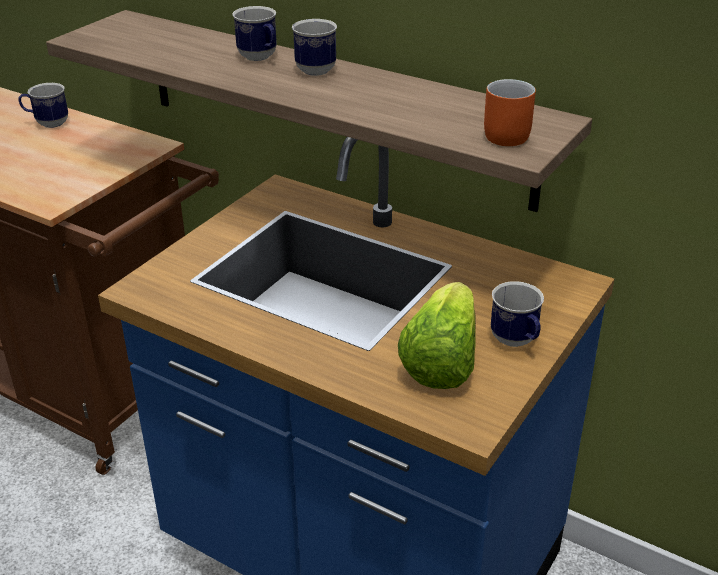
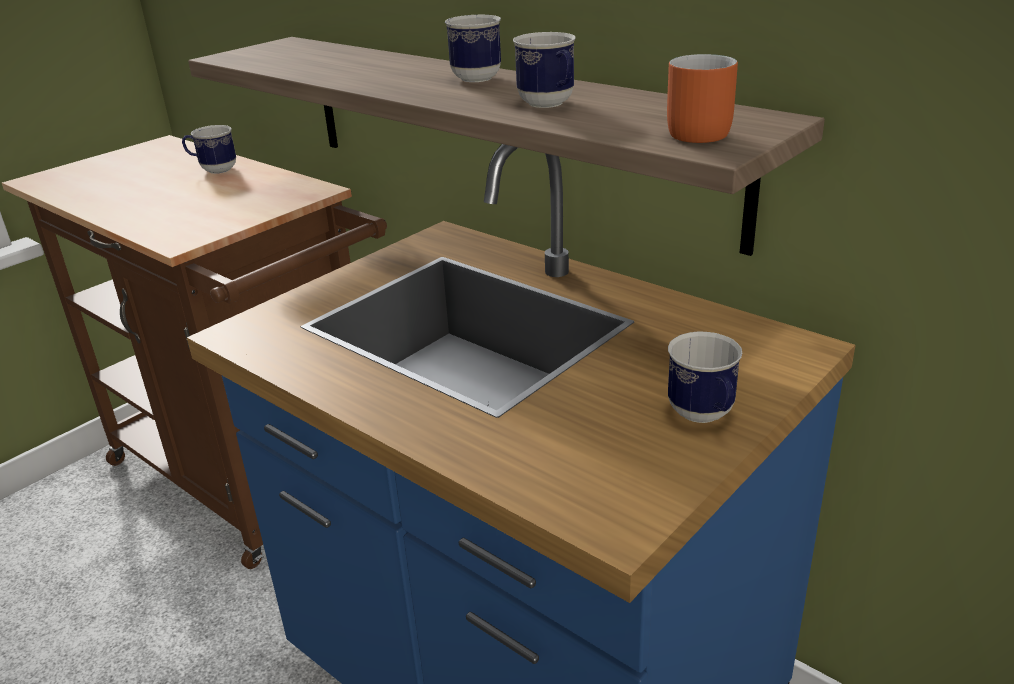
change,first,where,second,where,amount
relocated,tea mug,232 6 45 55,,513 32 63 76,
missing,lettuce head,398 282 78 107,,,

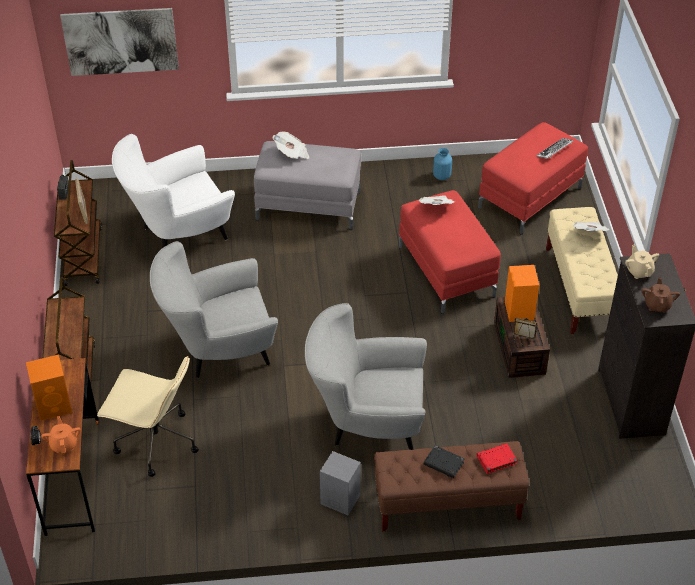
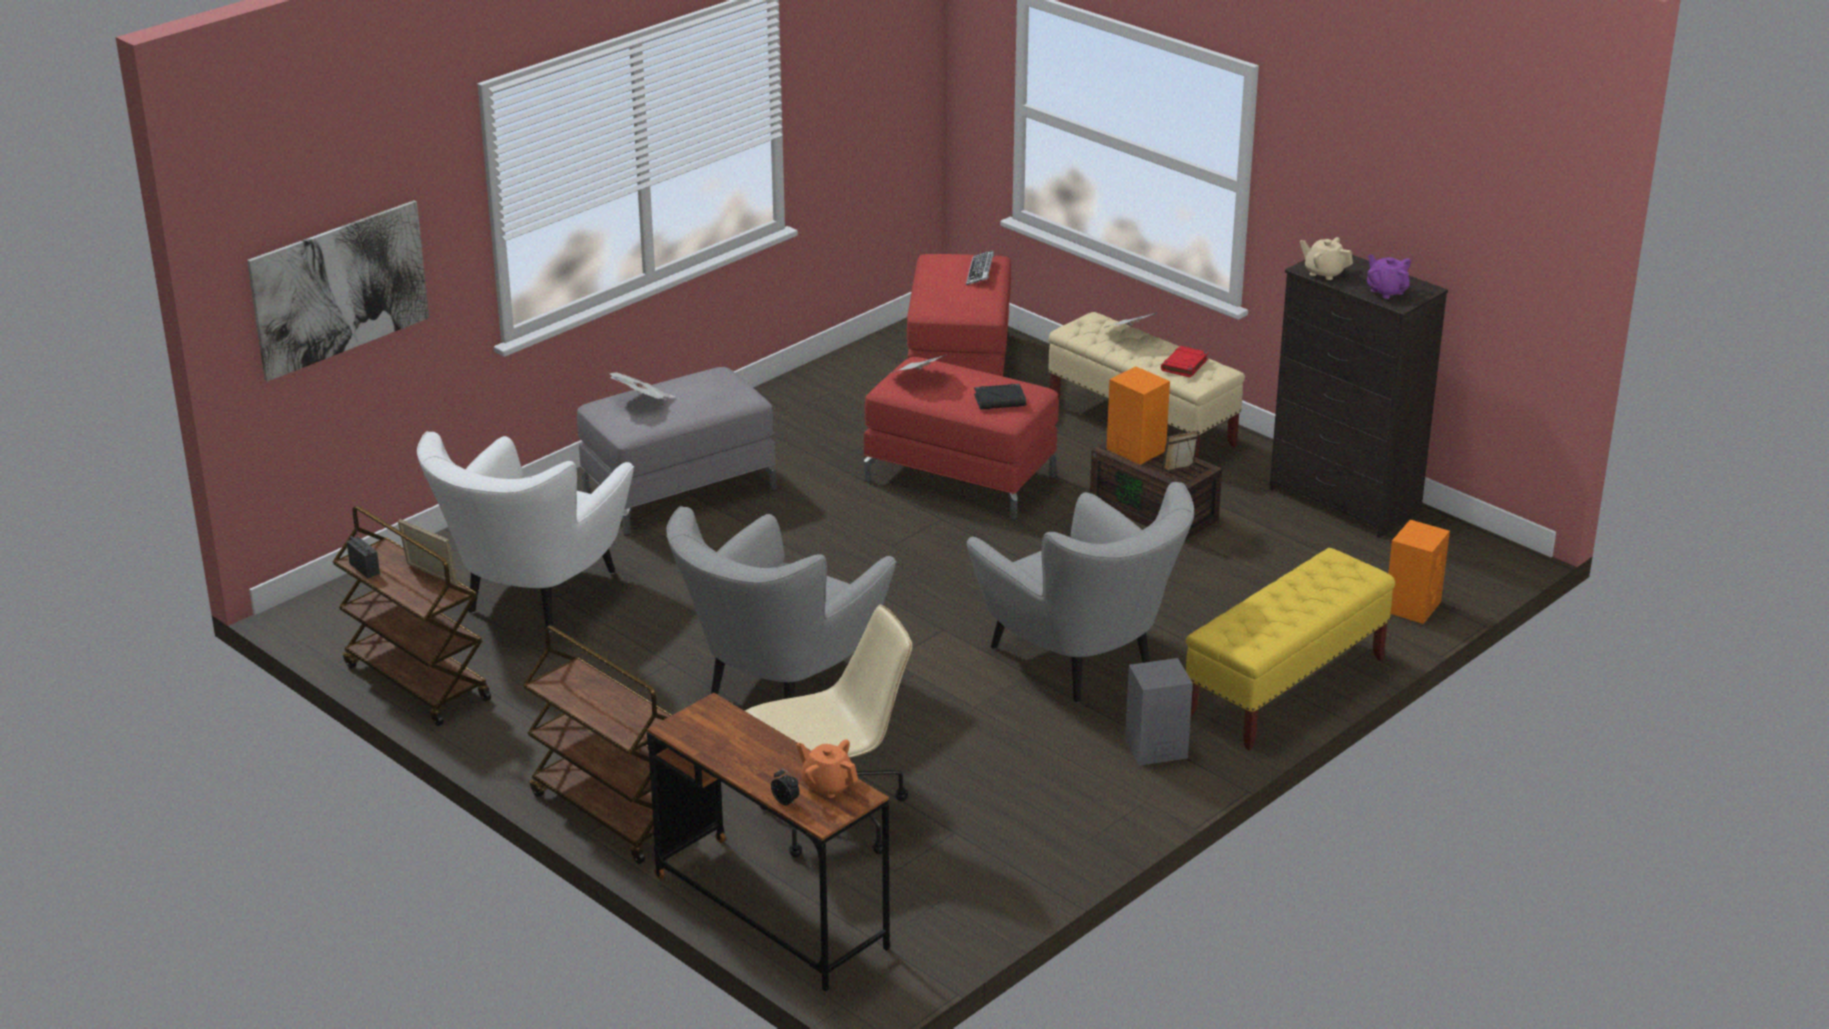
change,first,where,second,where,amount
relocated,speaker/orange,26 355 47 66,,1388 520 62 104,
spun,armchair/gray,305 303 122 147,,967 482 227 221,90 degrees counterclockwise
colour,indoor bench/brown-coloured,374 441 155 90,indoor bench/yellow,1186 548 209 203,
relocated,book/black-coloured,424 445 40 33,,974 384 52 25,
missing,decorative vase/blue-coloured,433 148 19 32,,,
relocated,book/red,477 443 40 31,,1161 346 47 32,
colour,pot for tea/brown-coloured,641 277 39 35,pot for tea/purplish,1367 255 44 44,

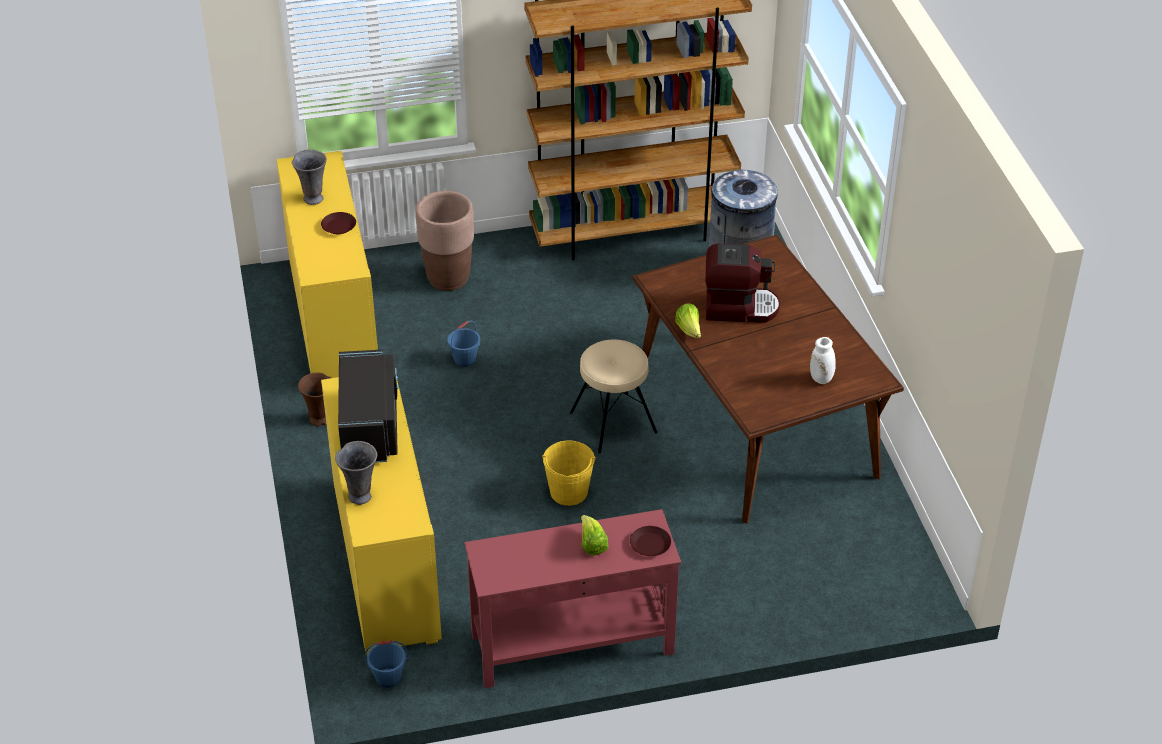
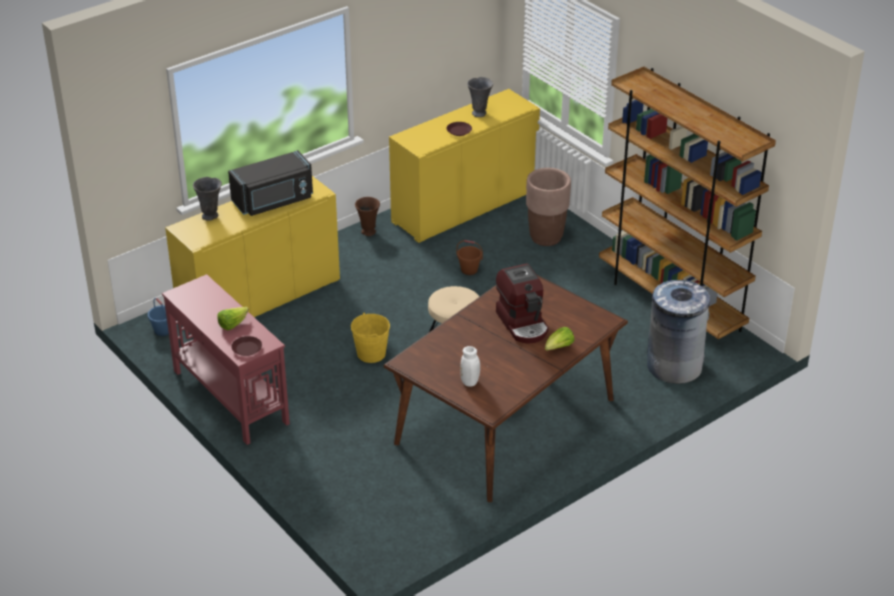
change,first,where,second,where,amount
colour,bucket/blue-coloured,447 320 33 47,bucket/brown-coloured,457 240 26 35,
relocated,lettuce head,675 304 26 34,,545 327 29 24,

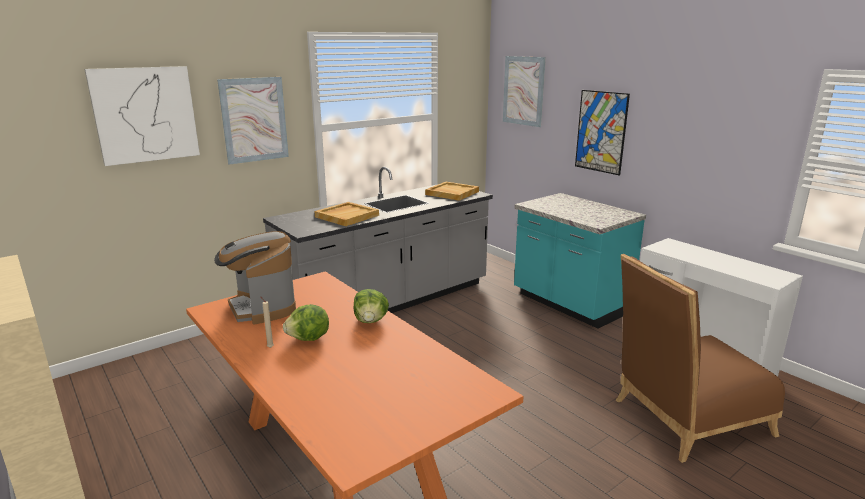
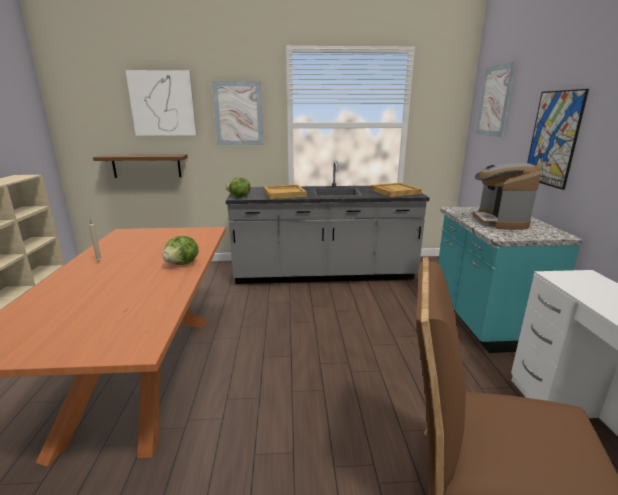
change,first,where,second,where,amount
relocated,coffee brewer,214 231 82 94,,472 163 69 67,
relocated,lettuce head,283 304 46 37,,226 178 24 19,
appeared,,,shelf/brown-coloured,93 154 95 24,

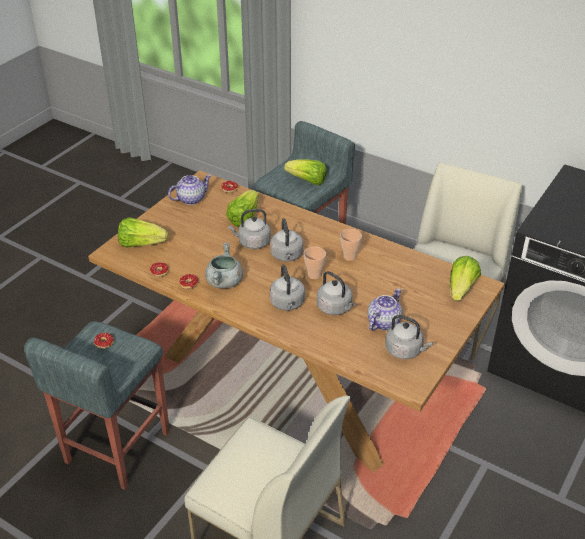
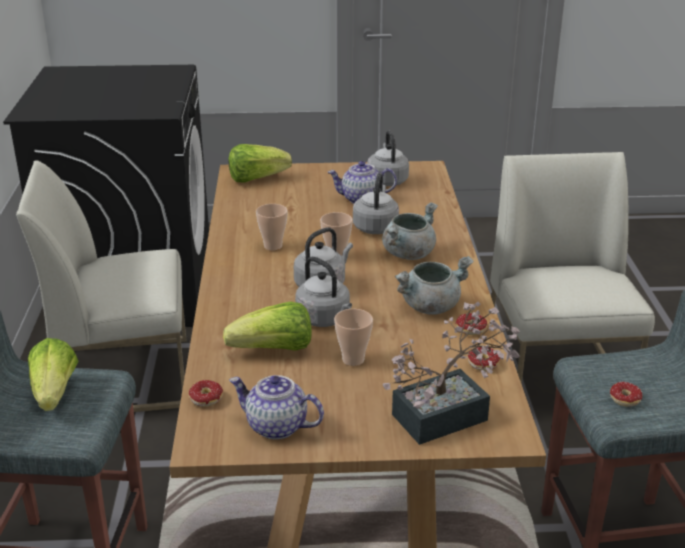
change,first,where,second,where,amount
exchanged,lettuce head,118 217 50 31,potted plant,383 302 137 143,
exchanged,kettle/gray,270 265 35 46,cooking pot/gray,382 202 56 58,
appeared,,,small cup,334 309 39 57,

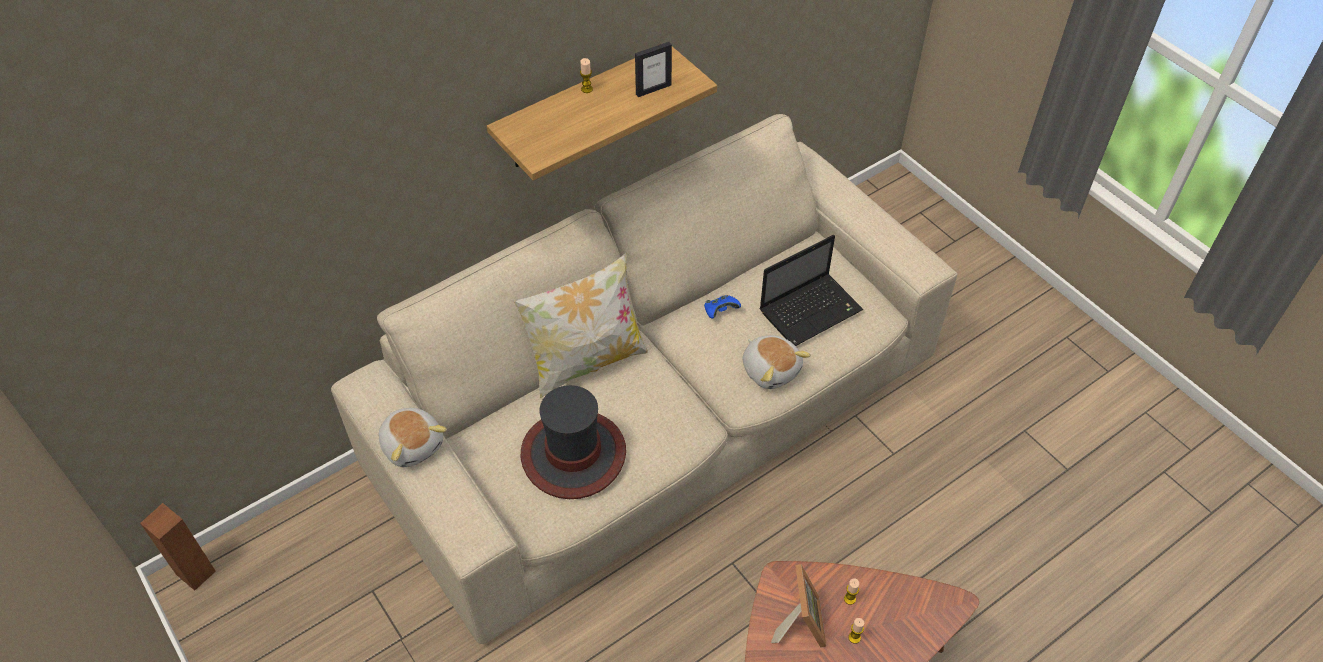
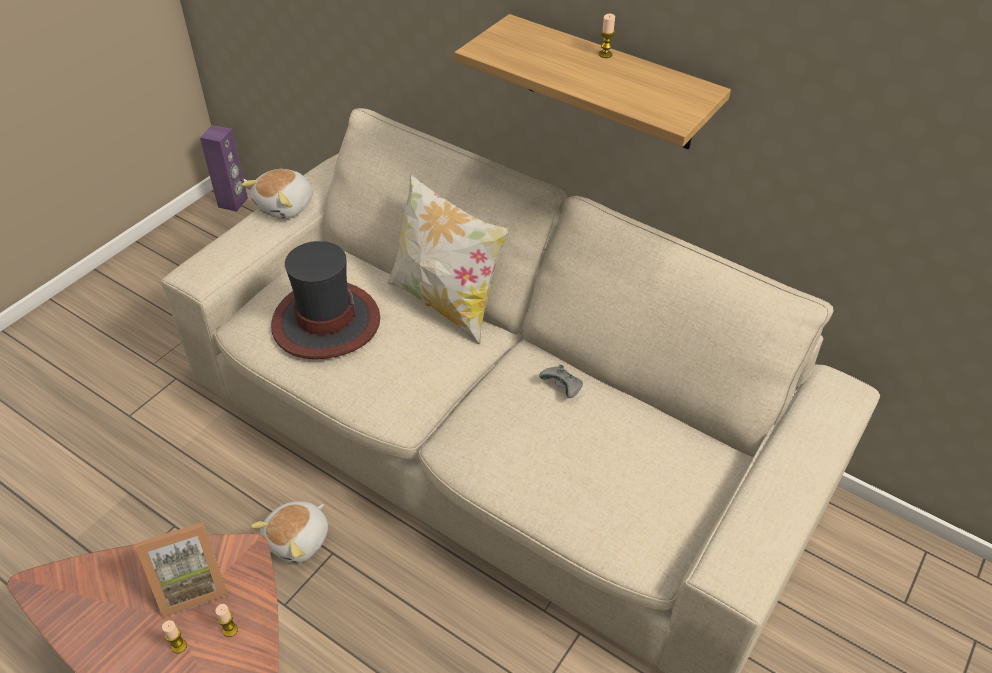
change,first,where,second,where,amount
colour,speaker/brown-coloured,140 503 76 88,speaker/purplish,200 125 48 87,
missing,photo frame,635 42 37 55,,,
colour,joypad/blue-coloured,704 295 37 24,joypad/gray,539 365 44 33,
relocated,soft toy,743 335 68 54,,250 501 78 62,
missing,laptop,760 235 103 111,,,

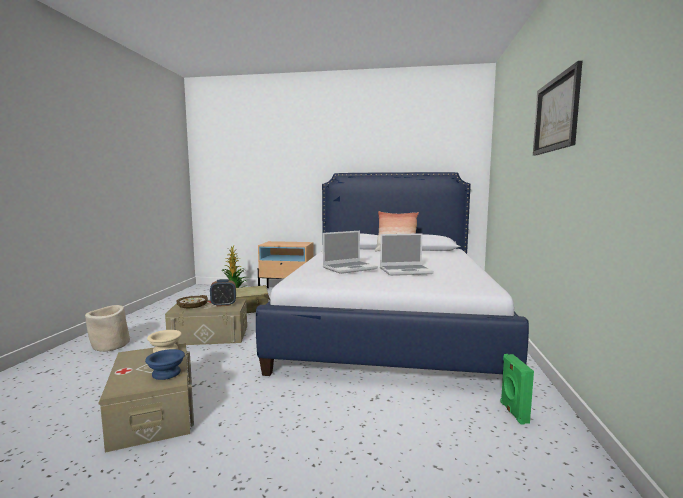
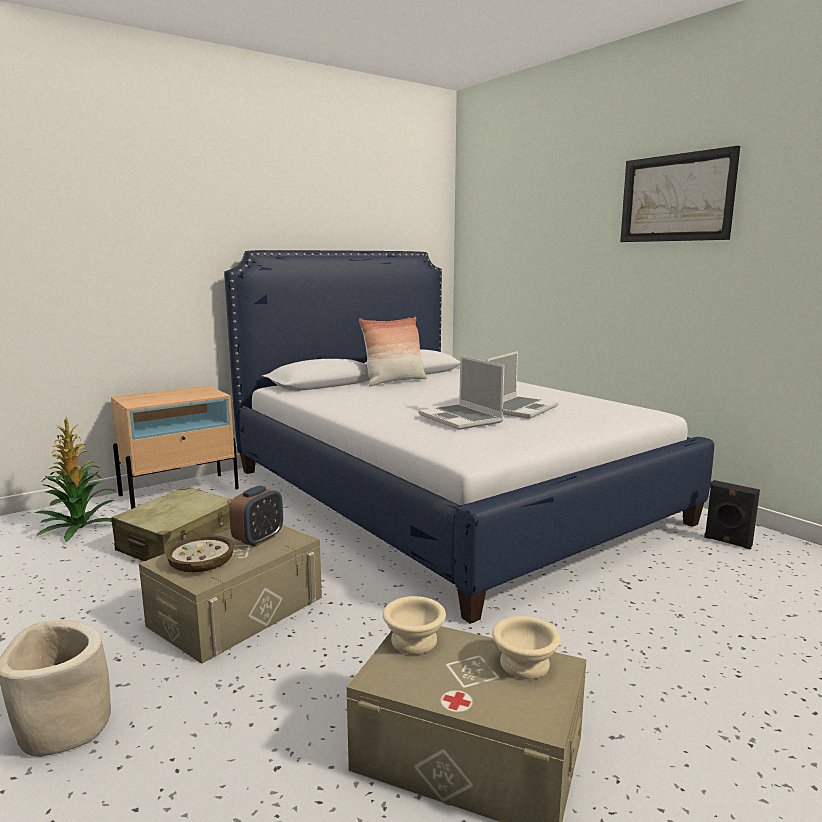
change,first,where,second,where,amount
colour,serving bowl/blue-coloured,145 349 40 31,serving bowl/sand-coloured,492 616 68 63,
spun,laptop,323 231 55 43,,418 356 86 74,135 degrees clockwise
colour,speaker/green,500 354 34 71,speaker/black-coloured,704 480 56 70,

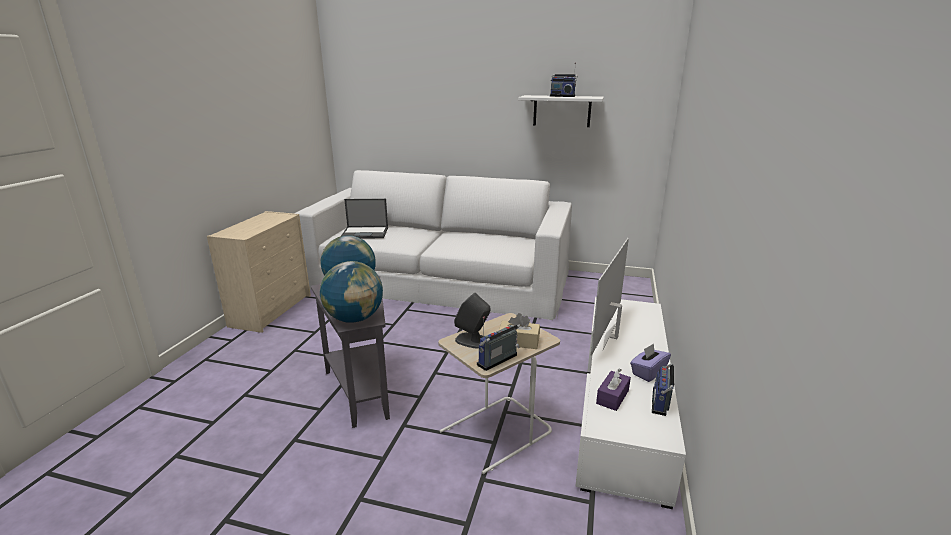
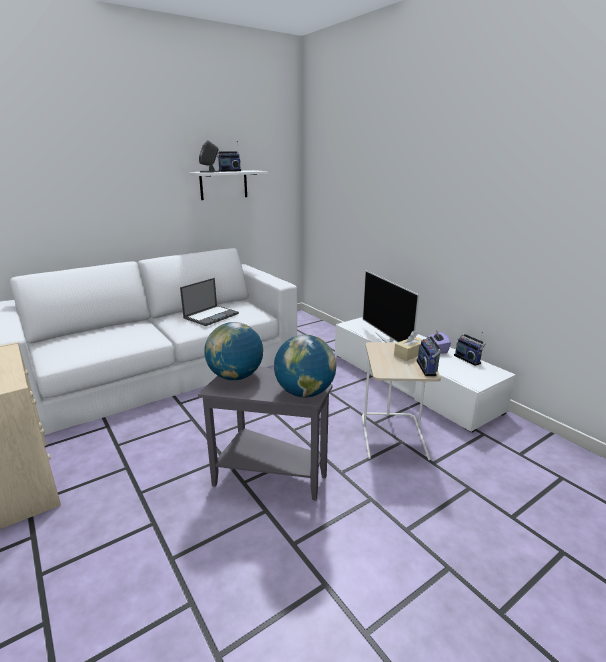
change,first,where,second,where,amount
relocated,laptop,341 199 47 40,,180 278 59 48,
relocated,speaker/gray,454 293 37 56,,199 140 20 33,
missing,tissue holder/purplish,596 368 35 43,,,

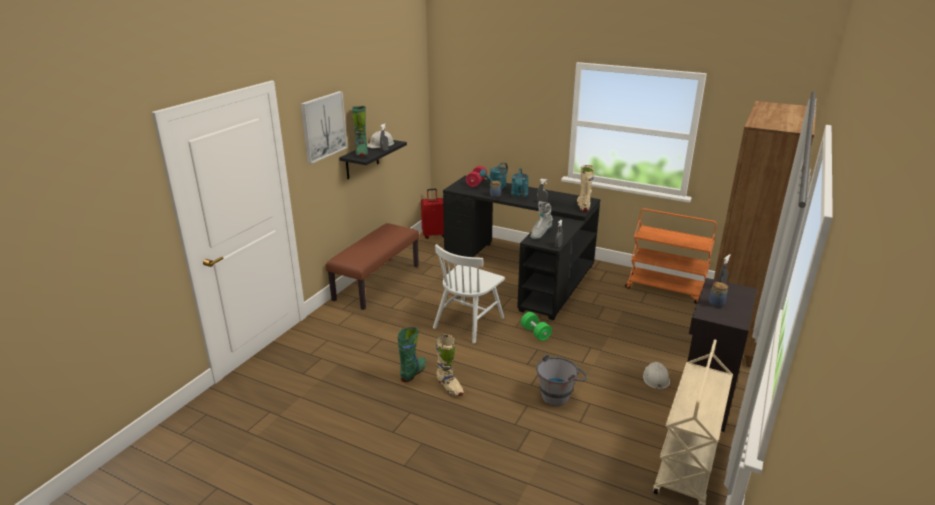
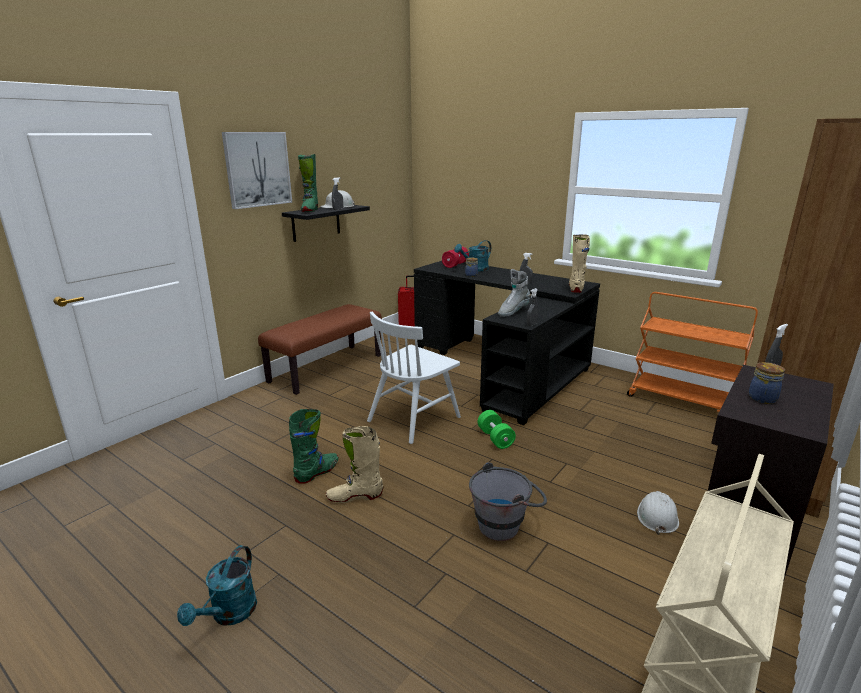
change,first,where,second,where,amount
spun,boot/sand-coloured,436 334 28 62,,326 426 57 77,105 degrees clockwise
relocated,watering can/blue-green,511 168 18 30,,177 545 80 81,

